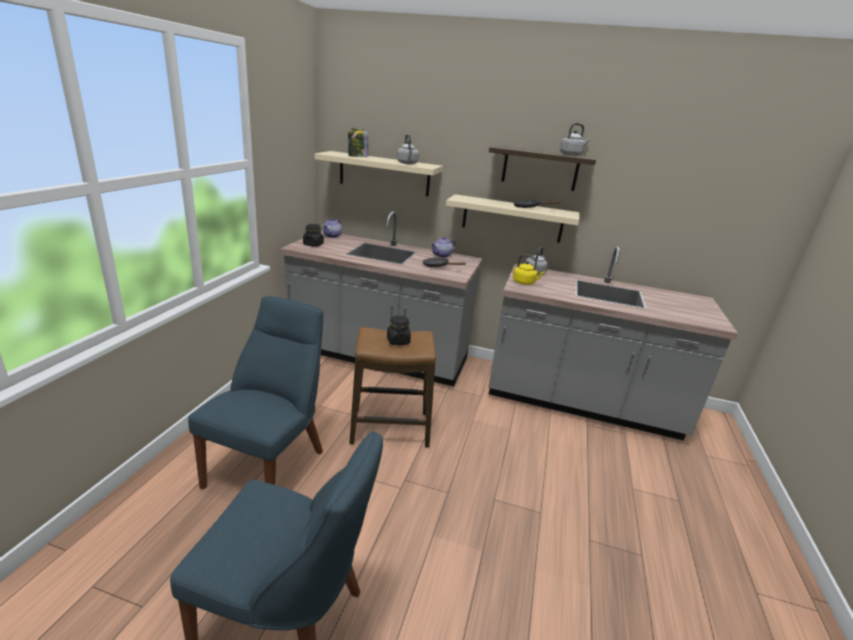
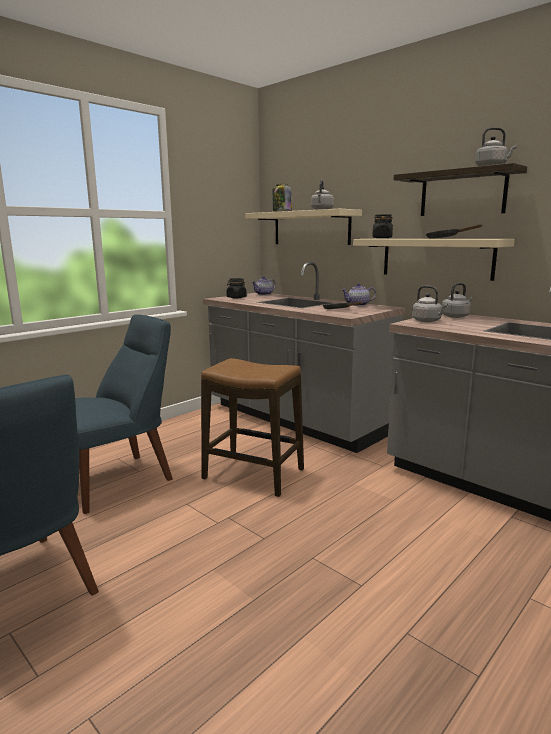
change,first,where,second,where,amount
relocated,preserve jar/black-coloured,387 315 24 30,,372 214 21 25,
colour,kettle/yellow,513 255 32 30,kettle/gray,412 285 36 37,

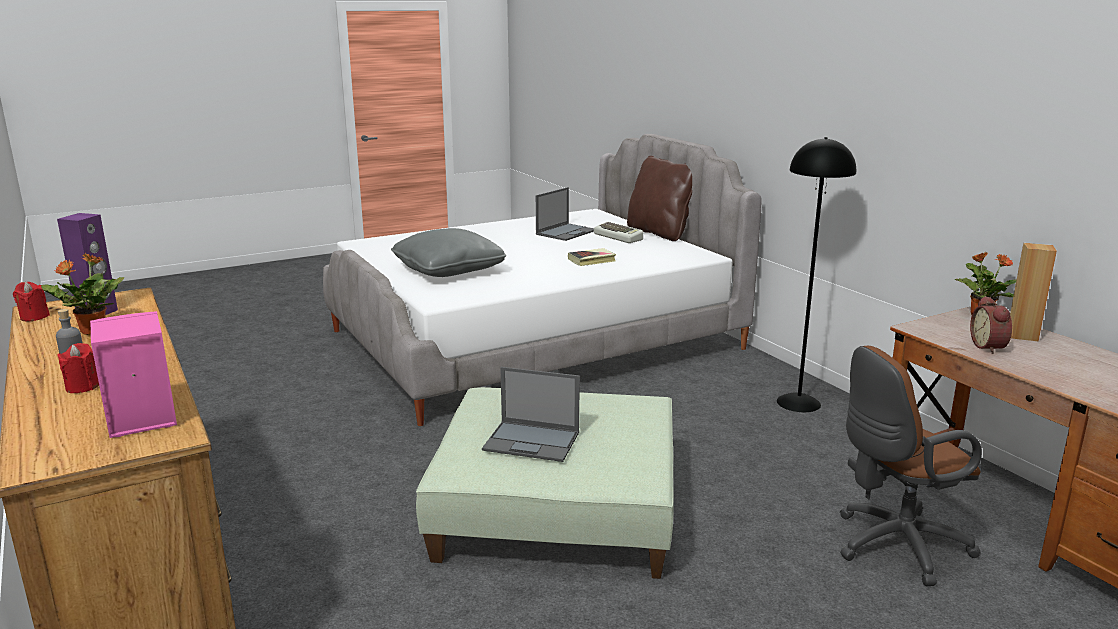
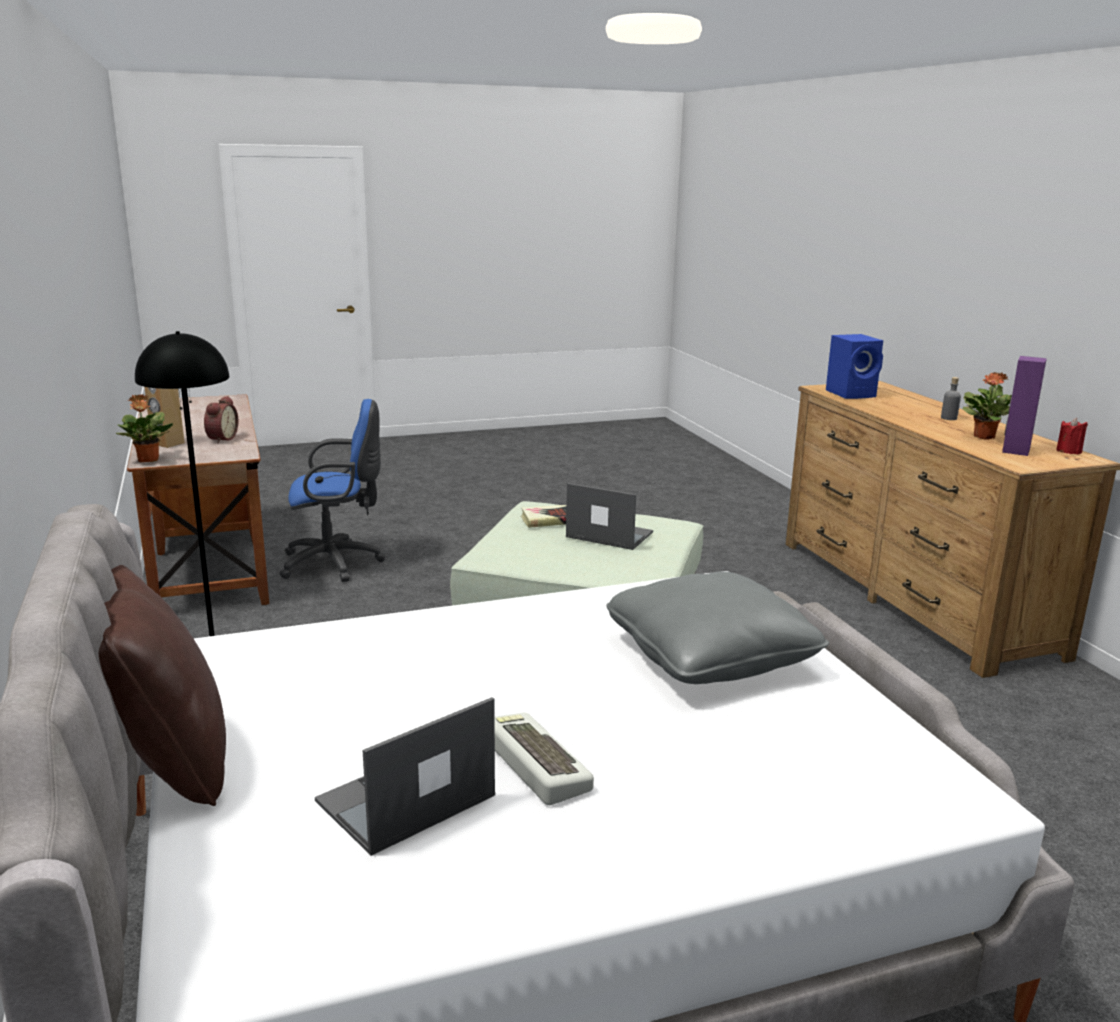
change,first,where,second,where,amount
missing,wax candle/red,57 343 42 50,,,
colour,speaker/pinkish,90 311 87 127,speaker/blue-coloured,826 334 57 65,
relocated,book,568 248 48 18,,521 505 45 23,
relocated,PC keyboard,594 222 49 21,,494 712 100 93,
colour,desk chair/brown-coloured,840 346 142 240,desk chair/blue-coloured,279 399 106 183,

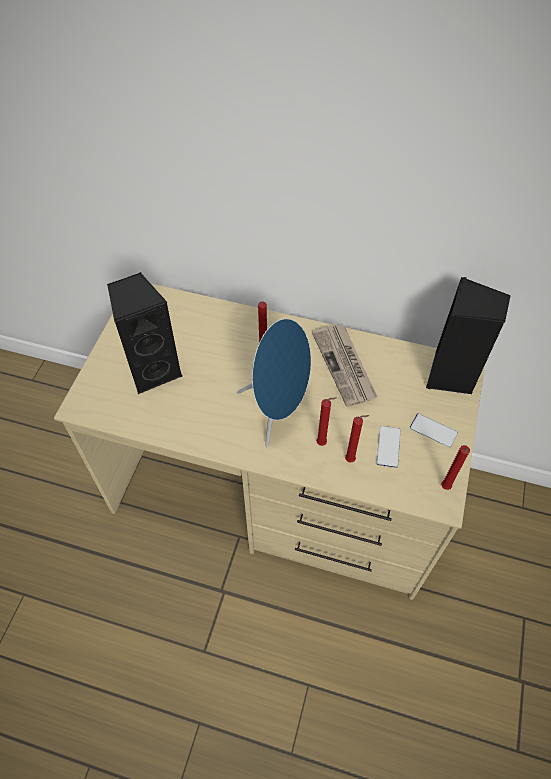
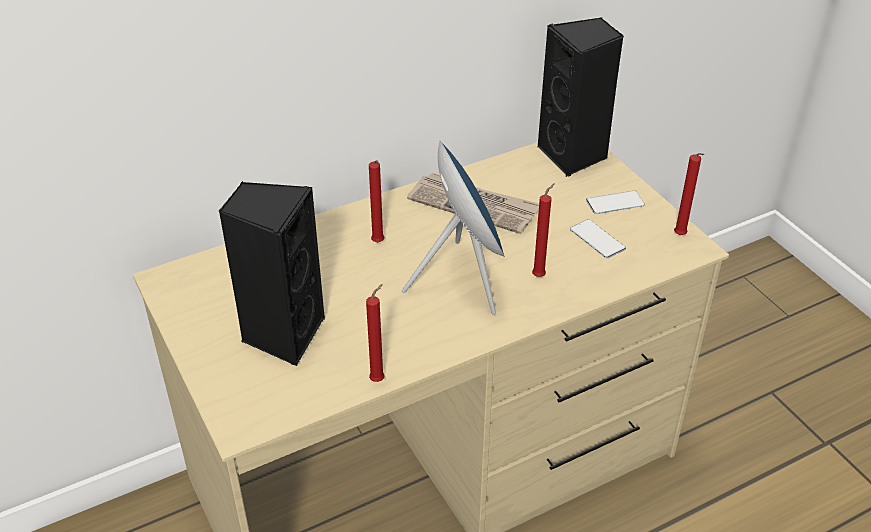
change,first,where,second,where,amount
relocated,wax candle/red,345 415 24 48,,366 284 19 98,

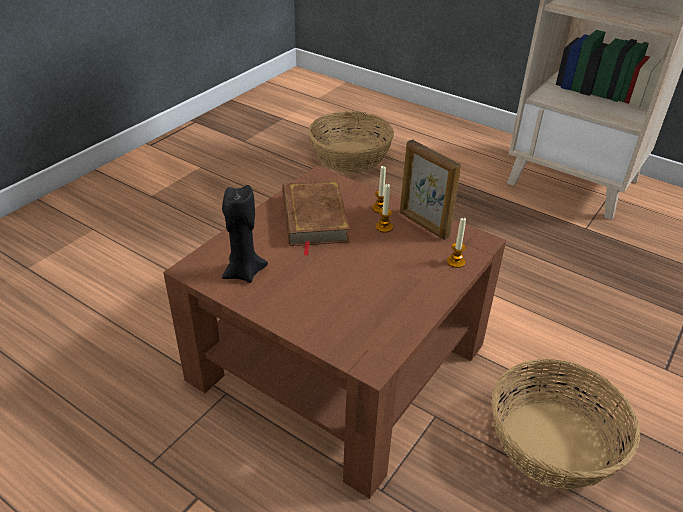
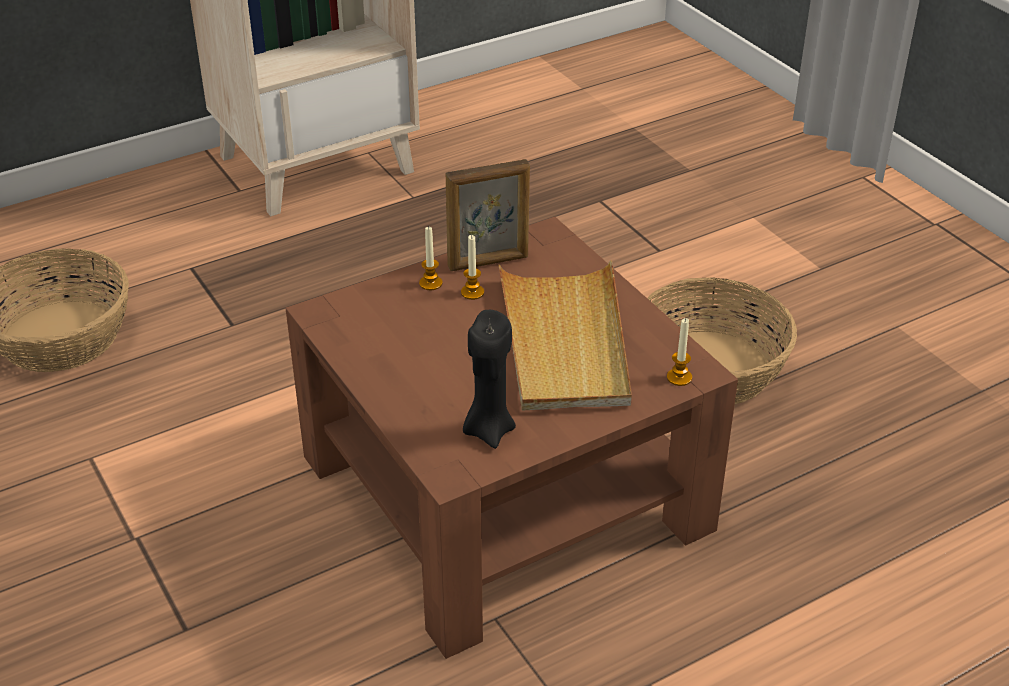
change,first,where,second,where,amount
missing,book/brown-coloured,282 181 68 75,,,
relocated,wax candle,447 217 19 51,,667 318 25 68,
appeared,,,tray/sand-coloured,499 260 133 151,

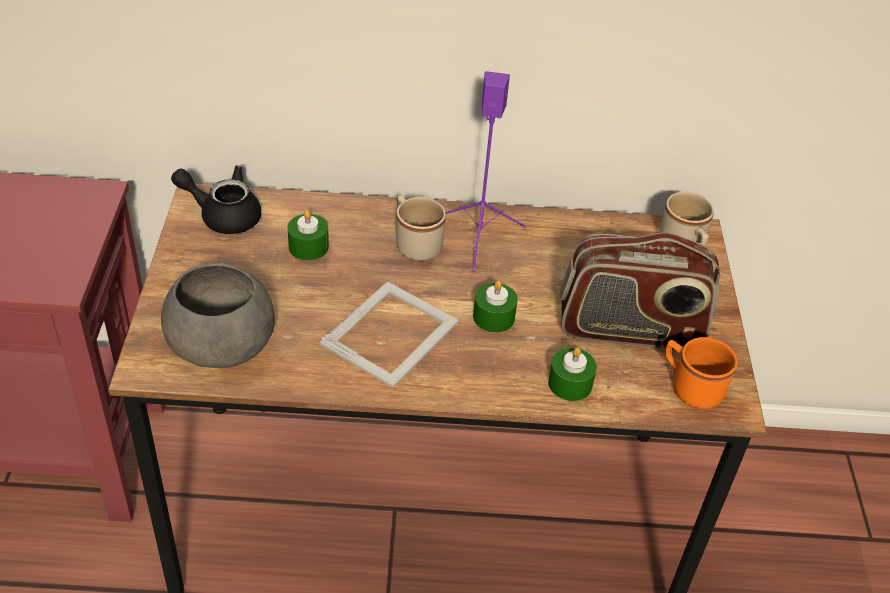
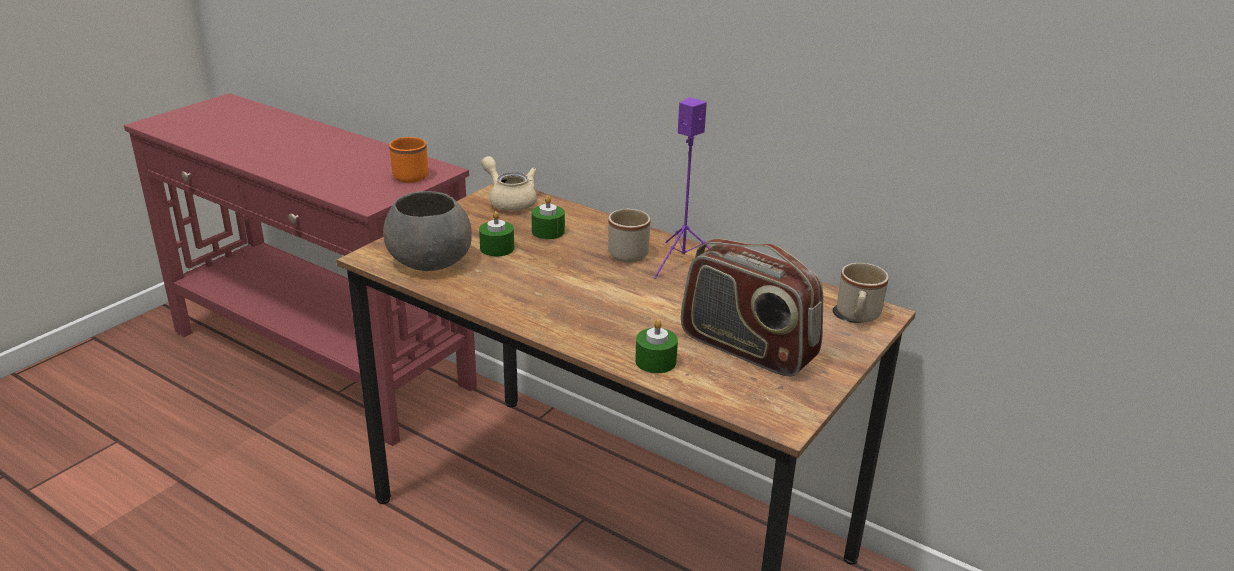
change,first,where,second,where,amount
colour,pot for tea/black-coloured,171 165 90 69,pot for tea/sand-coloured,481 156 56 55,
missing,photo frame,319 281 140 107,,,
relocated,wax candle/green,473 281 45 52,,479 211 35 46,
relocated,tea mug/orange,665 337 73 72,,389 137 39 46,

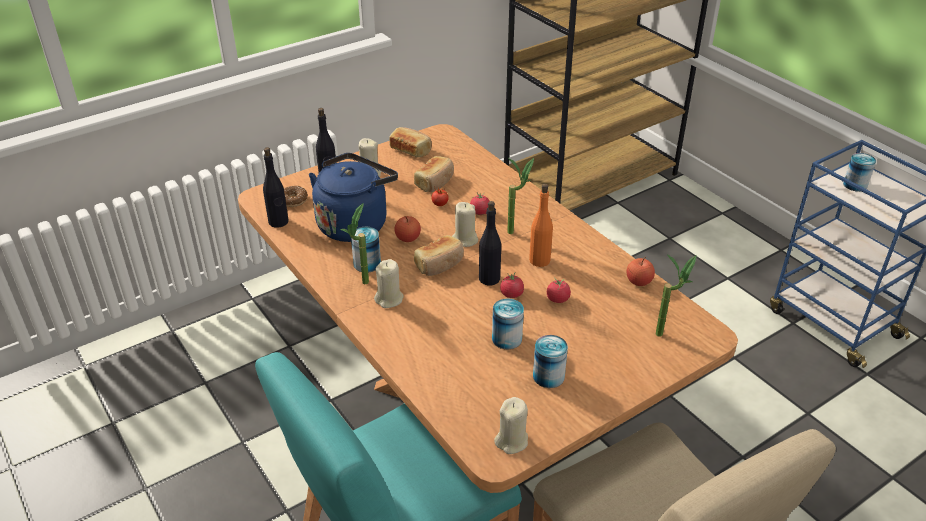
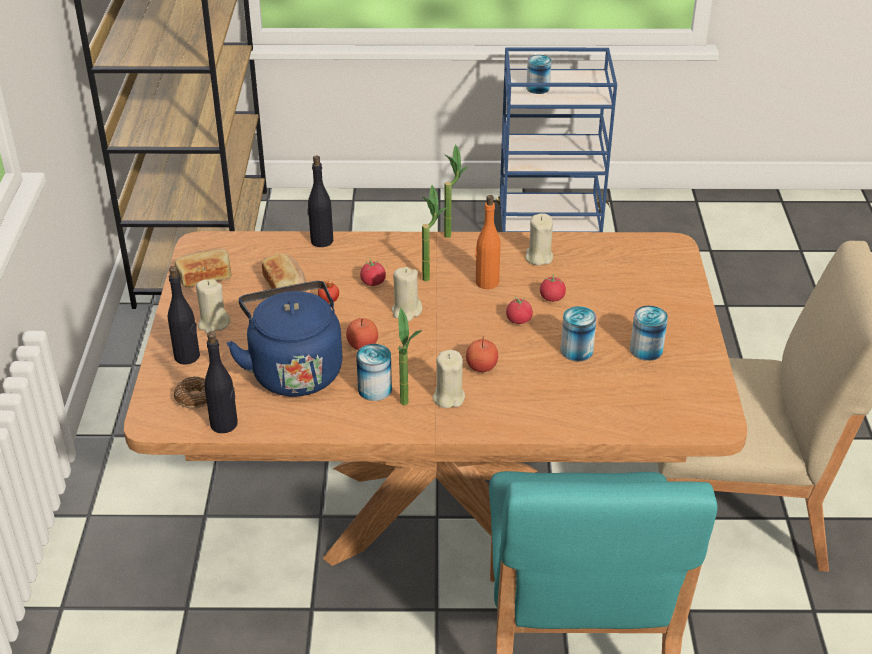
change,first,where,second,where,amount
missing,baked bread,414 235 50 41,,,
relocated,beverage bottle/black-coloured,479 201 22 84,,308 156 25 91,
relocated,wax candle/sand-coloured,494 397 34 57,,525 213 28 52,
relocated,apple fruit,626 257 29 29,,466 336 32 36,
relocated,potted plant,656 254 41 83,,444 144 24 94,

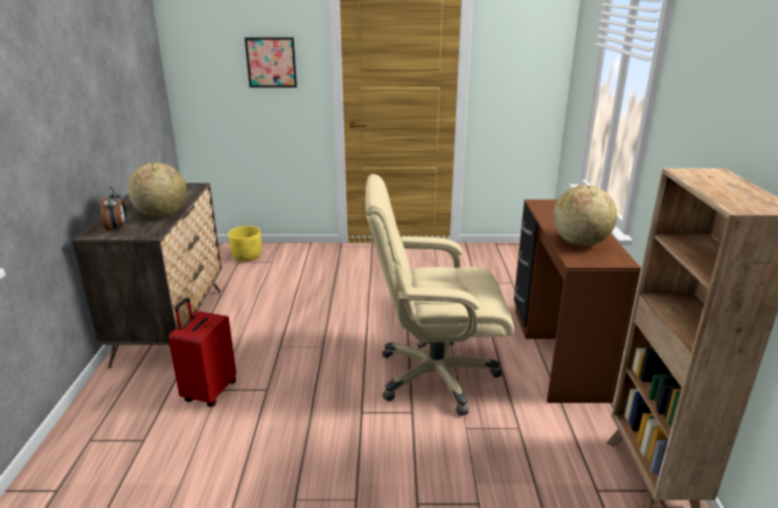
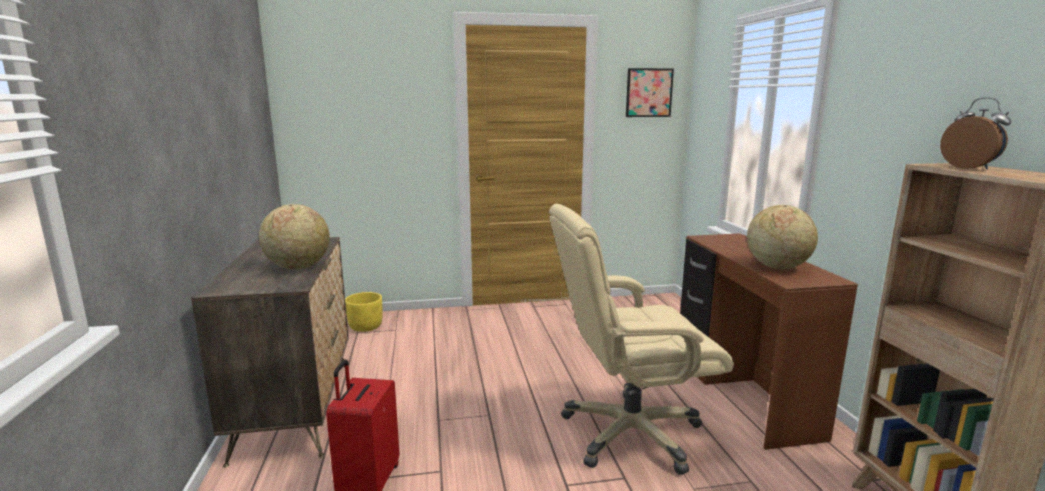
change,first,where,second,where,amount
relocated,alarm clock,100 186 27 46,,940 97 71 73,
relocated,wall art,245 37 52 50,,626 68 48 49,

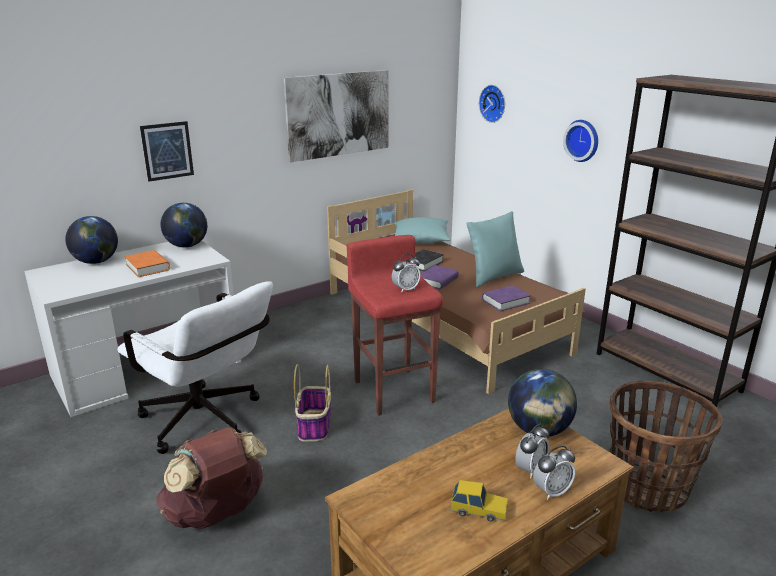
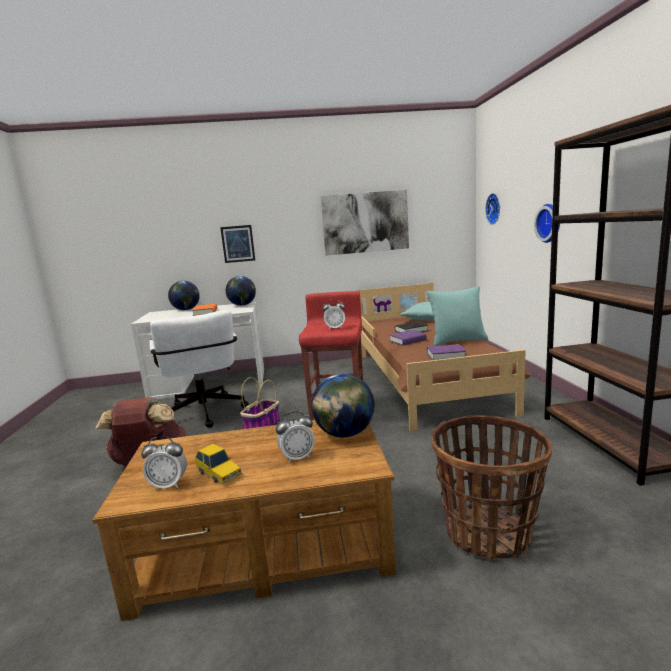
change,first,where,second,where,amount
relocated,alarm clock,533 446 42 54,,141 436 46 54,

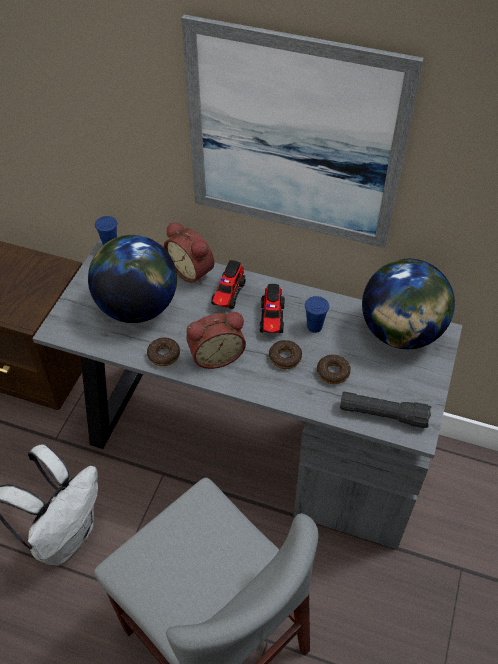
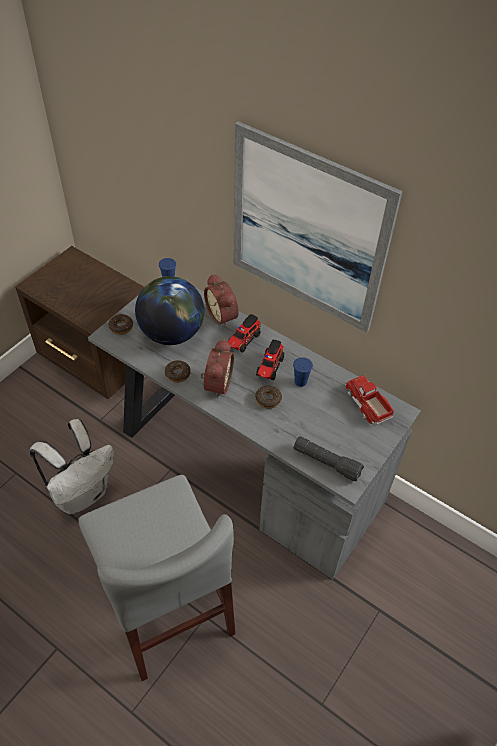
change,first,where,second,where,amount
spun,alarm clock,186 312 60 57,,201 339 33 59,75 degrees counterclockwise
relocated,ring doughnut,317 355 34 29,,108 314 25 21,
exchanged,desk globe,362 259 93 90,model truck,344 375 50 49,

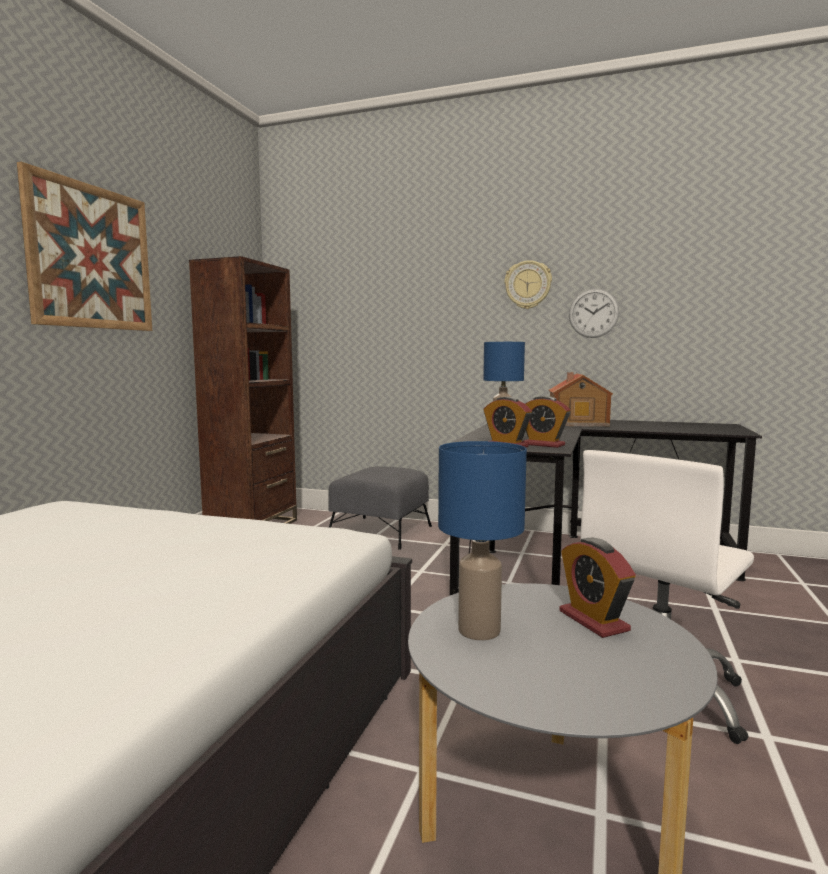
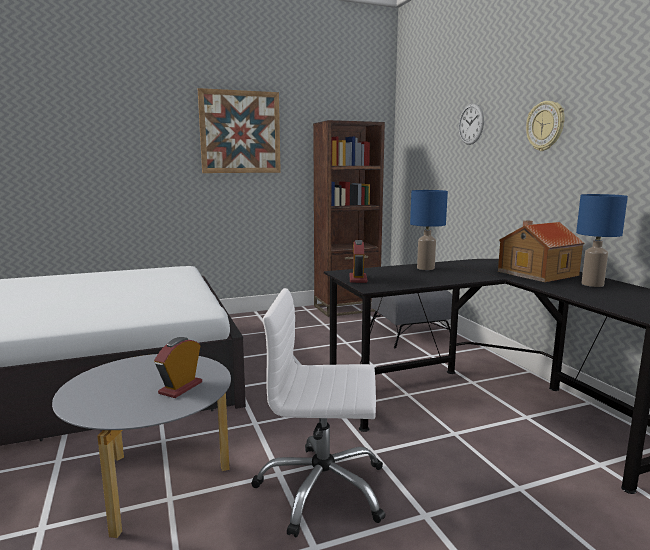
change,first,where,second,where,amount
relocated,lamp for a table/blue-coloured,438 441 89 199,,576 194 52 93,
missing,alarm clock,522 396 48 52,,,
relocated,wall clock,569 289 50 49,,459 103 25 42,

